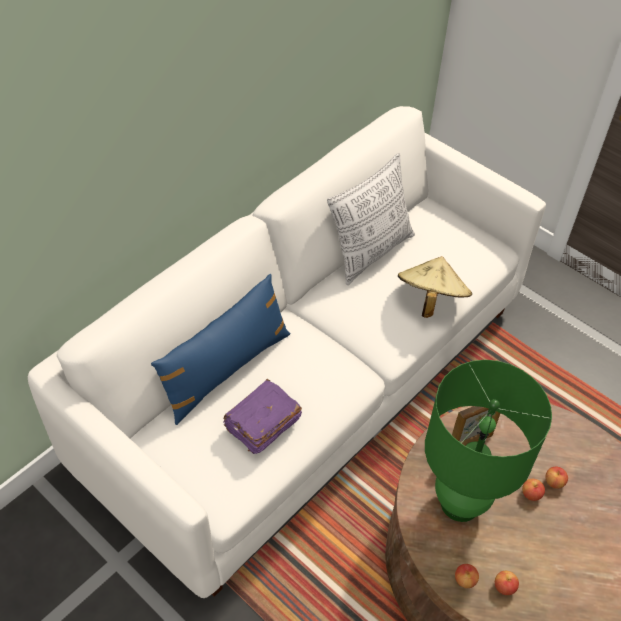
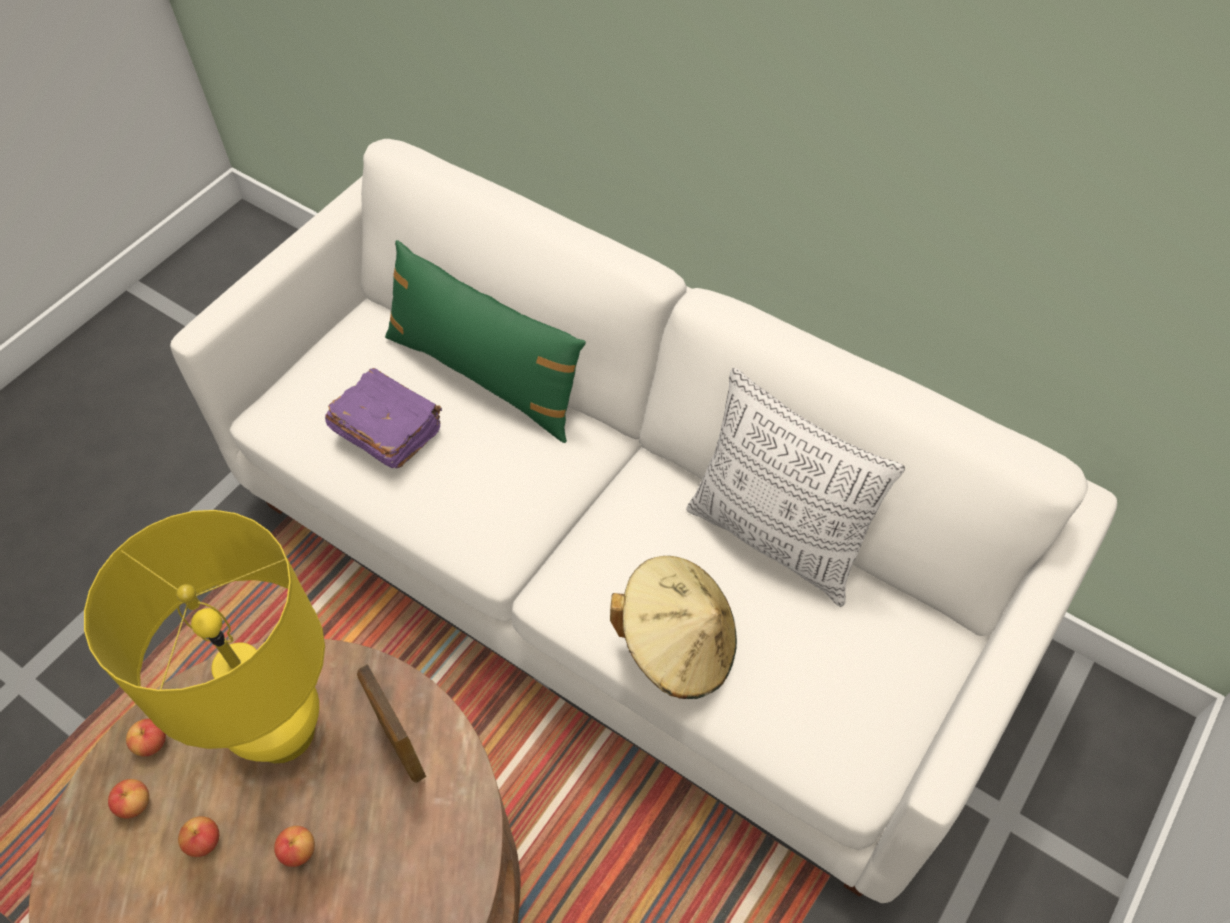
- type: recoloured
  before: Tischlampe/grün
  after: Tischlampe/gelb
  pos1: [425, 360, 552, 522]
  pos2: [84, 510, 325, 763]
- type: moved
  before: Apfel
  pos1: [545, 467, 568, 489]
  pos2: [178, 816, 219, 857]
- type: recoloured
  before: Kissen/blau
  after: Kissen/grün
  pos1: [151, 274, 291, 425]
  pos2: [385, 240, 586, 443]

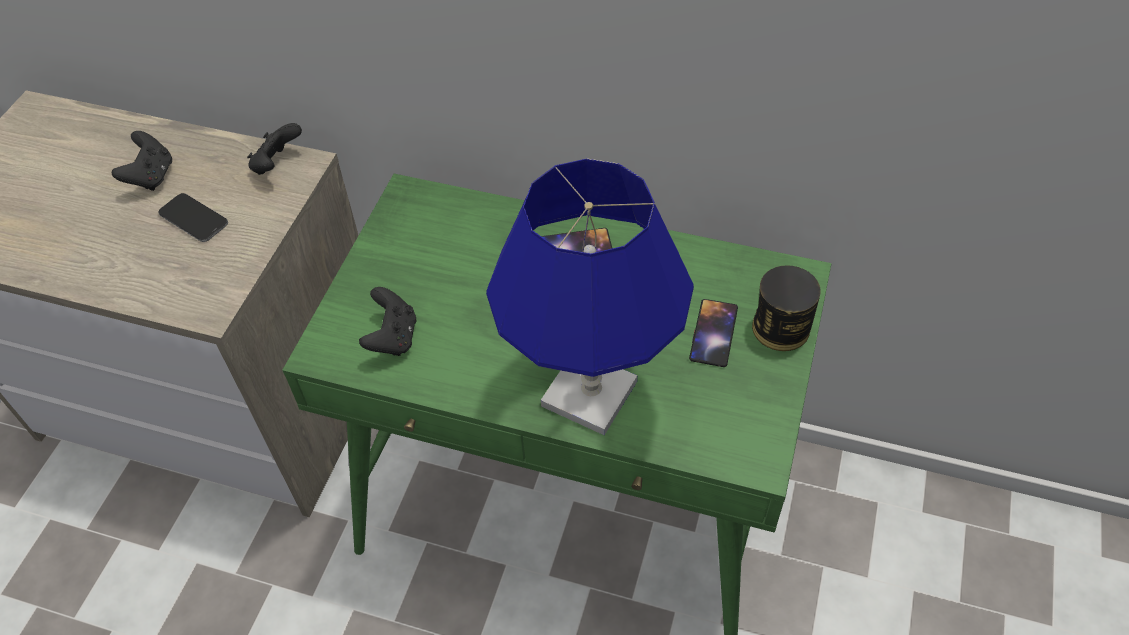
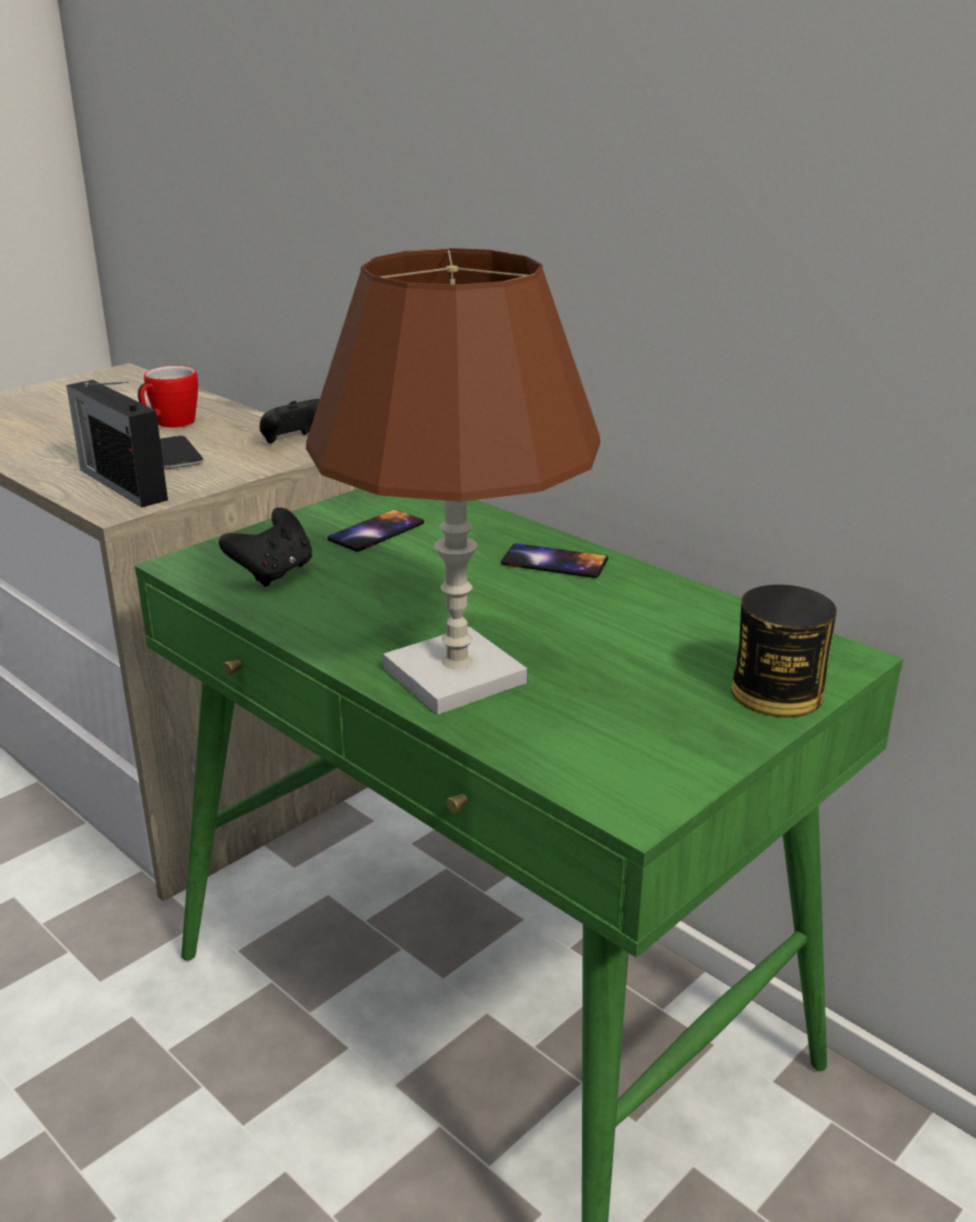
- type: added
  after: Radio
  pos2: [66, 380, 168, 508]
- type: replaced
  before: Gamepad/schwarz
  after: Henkelbecher
  pos1: [112, 131, 172, 191]
  pos2: [138, 366, 198, 428]
- type: recoloured
  before: Tischlampe/blau
  after: Tischlampe/braun
  pos1: [486, 158, 694, 435]
  pos2: [306, 248, 600, 715]
- type: moved
  before: Handy
  pos1: [689, 299, 738, 367]
  pos2: [327, 509, 424, 552]

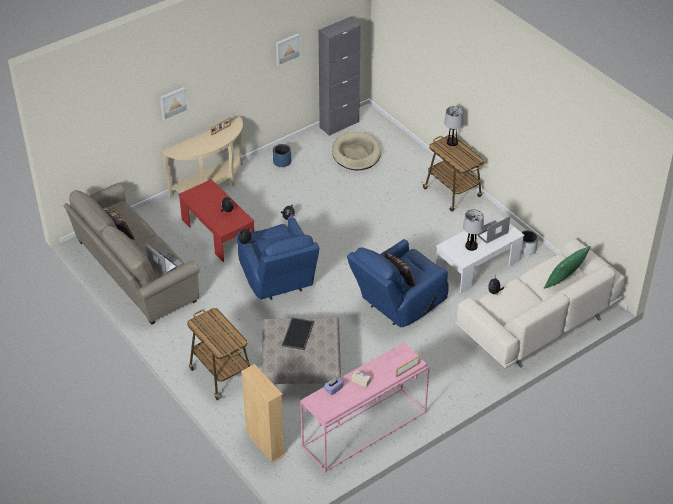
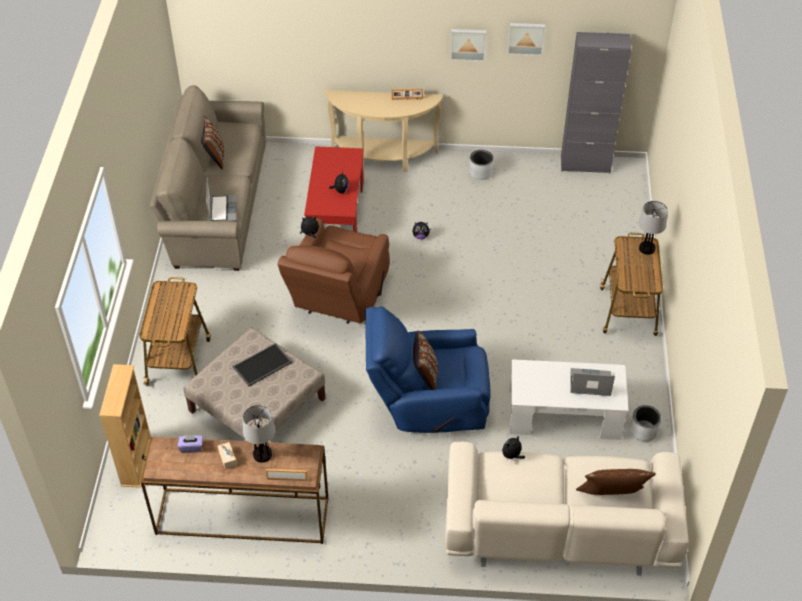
- type: recoloured
  before: Konsolentisch/rosa
  after: Konsolentisch/braun
  pos1: [300, 342, 430, 473]
  pos2: [141, 436, 328, 544]
- type: moved
  before: Tischlampe
  pos1: [463, 209, 484, 251]
  pos2: [243, 405, 275, 462]
- type: recoloured
  before: Sessel/blau
  after: Sessel/braun
  pos1: [237, 218, 319, 300]
  pos2: [277, 218, 390, 324]
- type: moved
  before: Bild
  pos1: [160, 87, 188, 121]
  pos2: [450, 29, 487, 62]
- type: recoloured
  before: Pflanzkübel/blau
  after: Pflanzkübel/grau
  pos1: [273, 144, 291, 167]
  pos2: [469, 150, 493, 180]
- type: recoloured
  before: Kissen/grün
  after: Kissen/braun
  pos1: [544, 246, 591, 289]
  pos2: [576, 469, 656, 495]
- type: removed
  before: Hundebett/beige
  pos1: [332, 132, 381, 171]

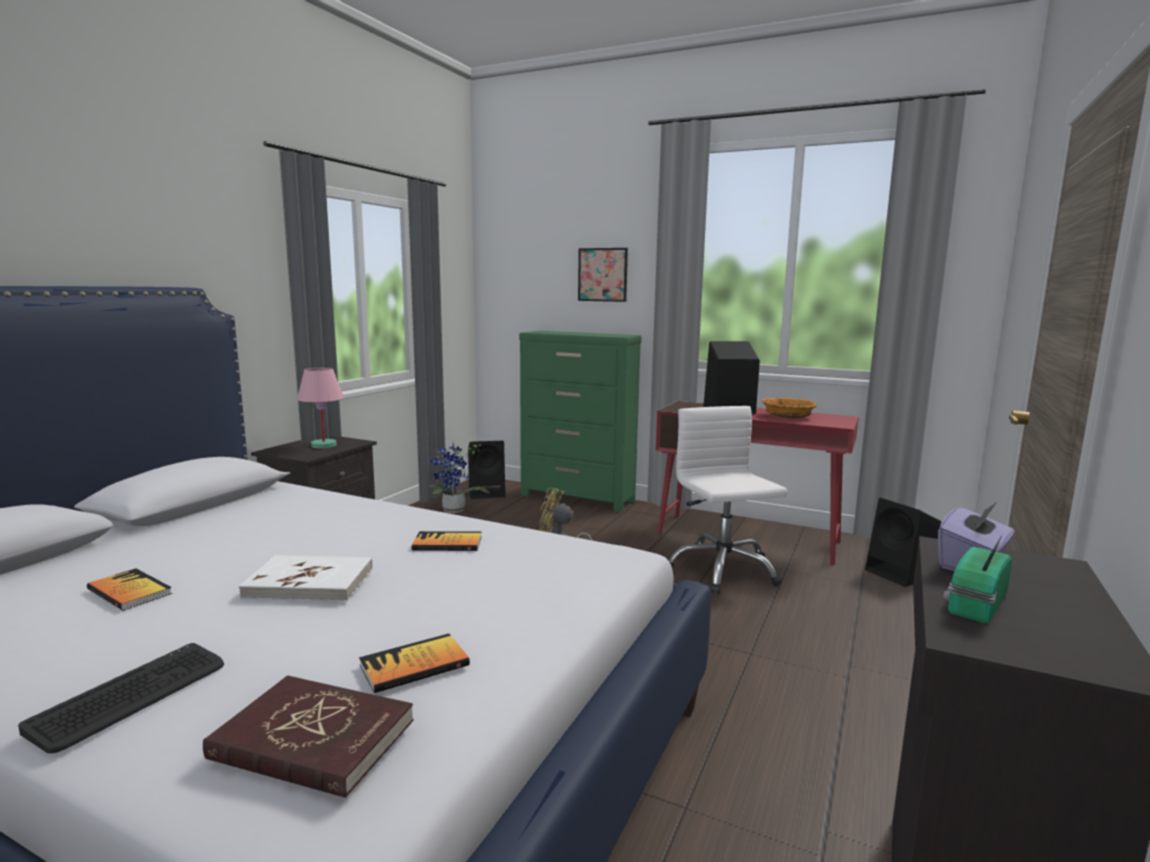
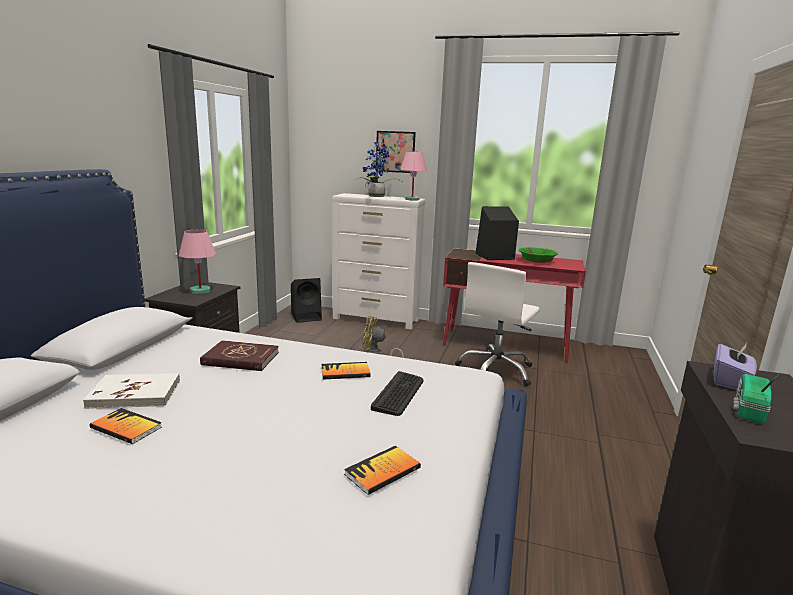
- type: moved
  before: Buch/weiß
  pos1: [239, 555, 373, 602]
  pos2: [83, 373, 180, 409]
- type: moved
  before: Buch/rot
  pos1: [203, 676, 413, 798]
  pos2: [200, 340, 279, 371]
- type: recoloured
  before: Kommode/grün
  after: Kommode/weiß
  pos1: [519, 331, 642, 512]
  pos2: [332, 193, 425, 329]
- type: moved
  before: Topfpflanze
  pos1: [428, 443, 490, 513]
  pos2: [357, 139, 404, 197]
- type: moved
  before: Tastatur
  pos1: [18, 643, 224, 754]
  pos2: [371, 371, 424, 416]
- type: added
  after: Tischlampe/rosa
  pos2: [400, 151, 427, 201]
- type: turned
  before: Bürostuhl/weiß
  pos1: [669, 406, 788, 594]
  pos2: [455, 262, 540, 386]
  turn: -120
- type: recoloured
  before: Schüssel/orange
  after: Schüssel/grün
  pos1: [762, 398, 817, 418]
  pos2: [519, 247, 557, 263]
- type: removed
  before: Lautsprecher/schwarz
  pos1: [865, 498, 942, 587]

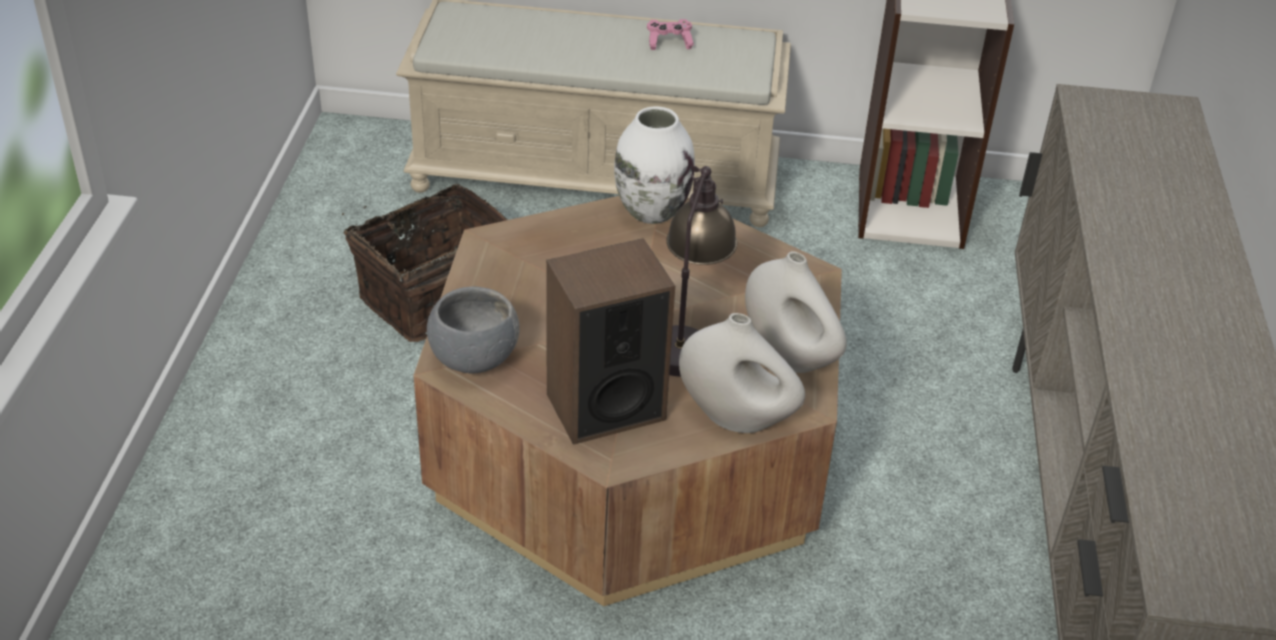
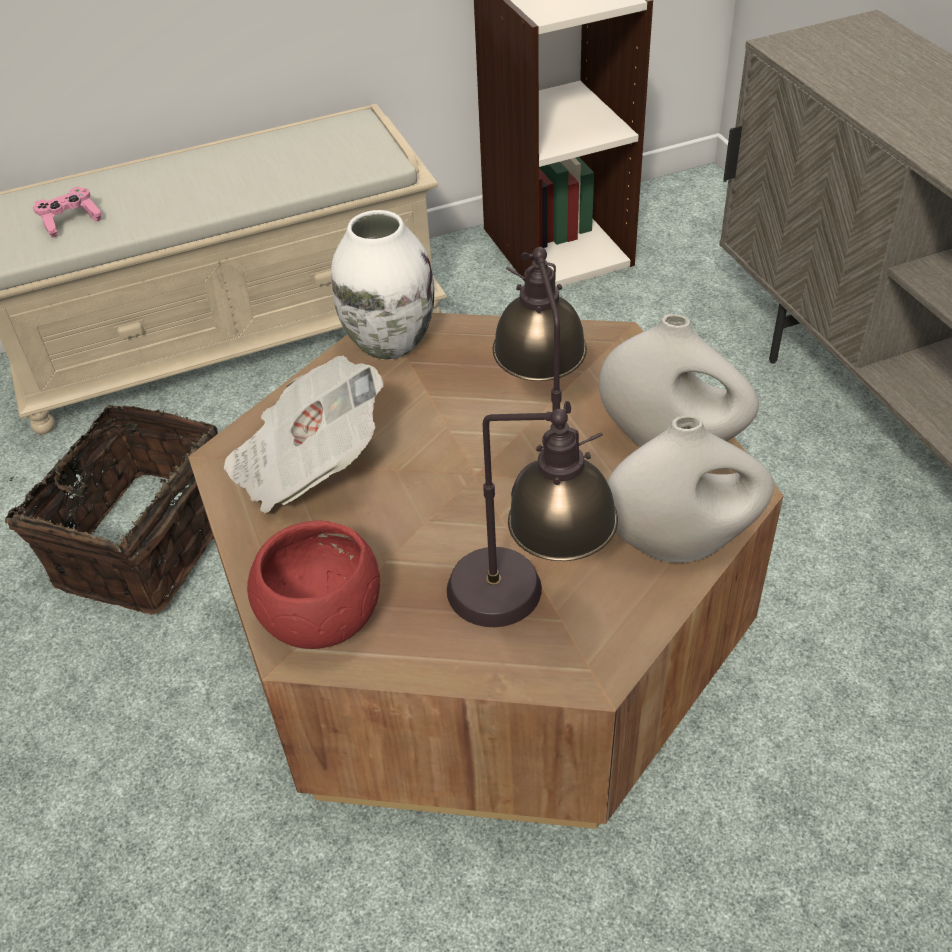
- type: moved
  before: Gamepad/rosa
  pos1: [647, 19, 694, 50]
  pos2: [33, 187, 102, 238]
- type: added
  after: Zeitung
  pos2: [224, 356, 384, 513]
- type: recoloured
  before: Schüssel/grau
  after: Schüssel/rot
  pos1: [427, 286, 520, 373]
  pos2: [247, 521, 380, 649]
- type: replaced
  before: Lautsprecher
  after: Tischlampe
  pos1: [546, 238, 675, 445]
  pos2: [447, 401, 618, 627]

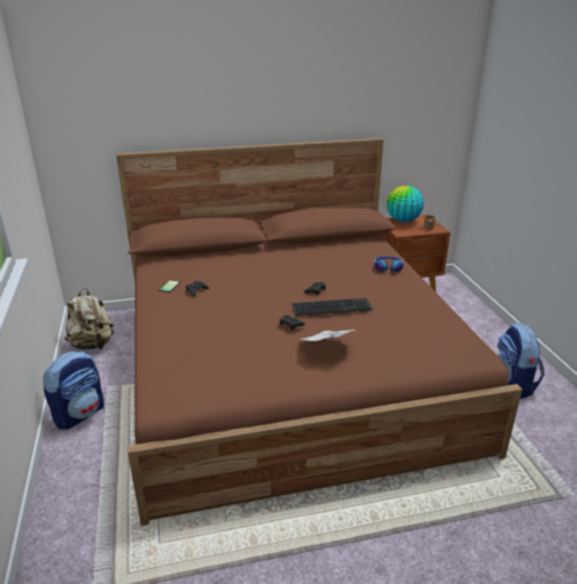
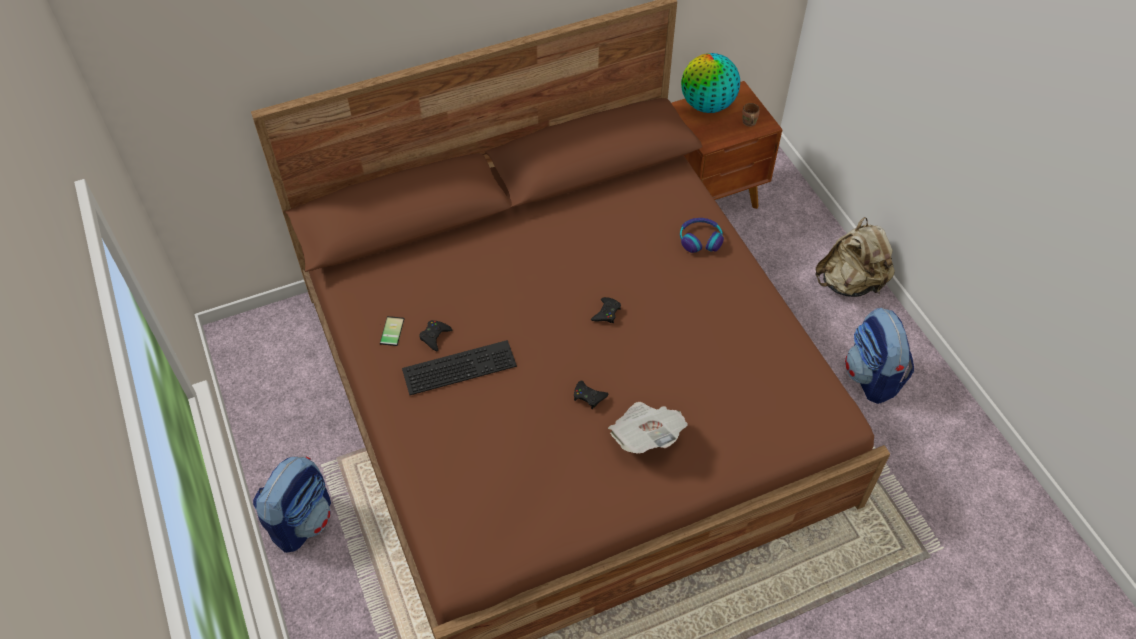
- type: moved
  before: Tastatur
  pos1: [292, 298, 373, 316]
  pos2: [402, 340, 517, 395]
- type: moved
  before: Rucksack/beige
  pos1: [64, 288, 114, 350]
  pos2: [815, 217, 895, 297]

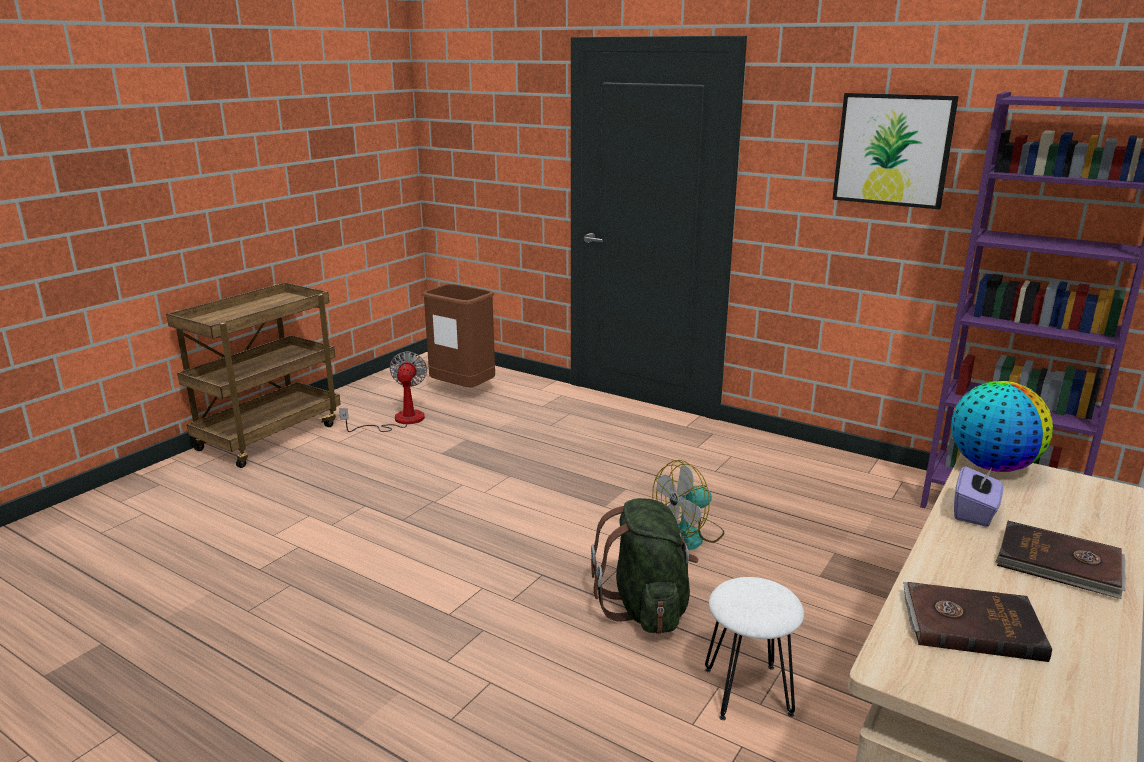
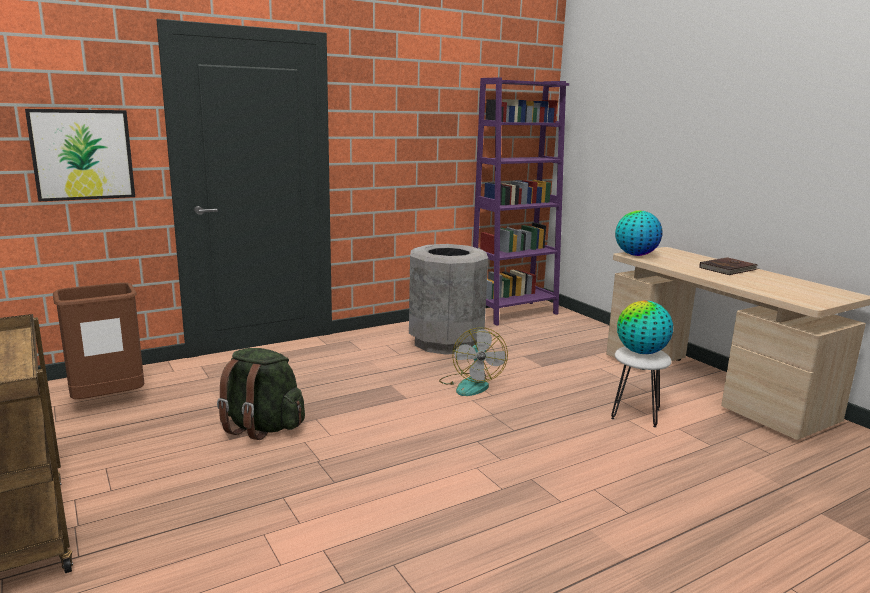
- type: moved
  before: Bild
  pos1: [832, 93, 959, 209]
  pos2: [25, 109, 135, 201]
- type: moved
  before: Rucksack/grün
  pos1: [591, 498, 698, 634]
  pos2: [217, 348, 305, 440]
- type: added
  after: Mülleimer/grau
  pos2: [409, 244, 488, 355]
- type: added
  after: Globus
  pos2: [617, 300, 673, 354]
- type: removed
  before: Ventilator
  pos1: [339, 351, 427, 432]
- type: removed
  before: Buch/braun
  pos1: [903, 582, 1052, 662]
- type: removed
  before: Taschentuchbox/lila
  pos1: [954, 466, 1003, 527]

